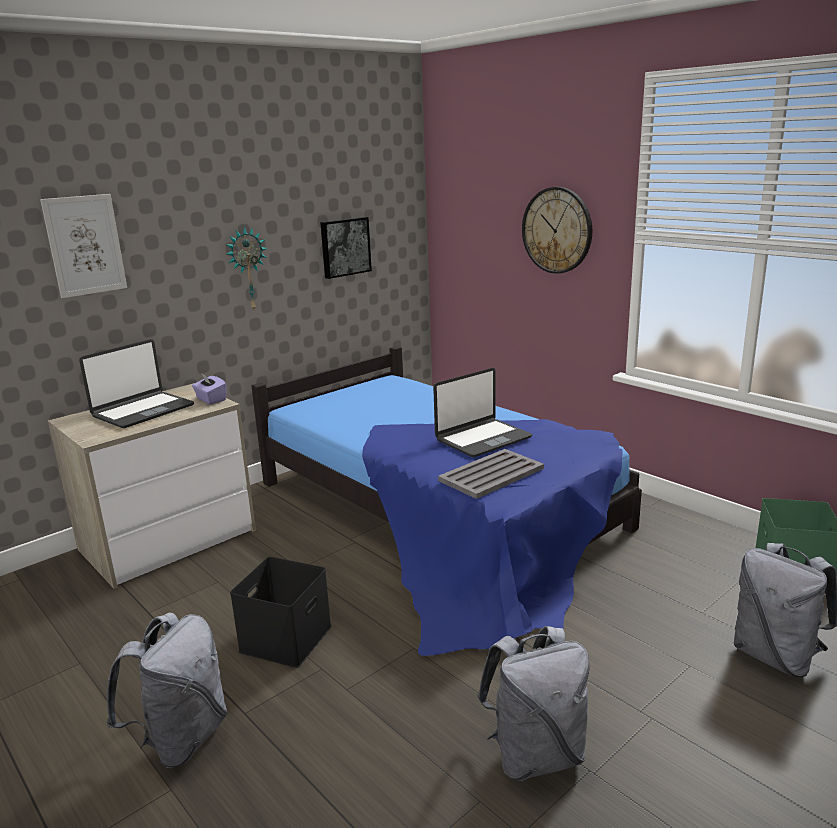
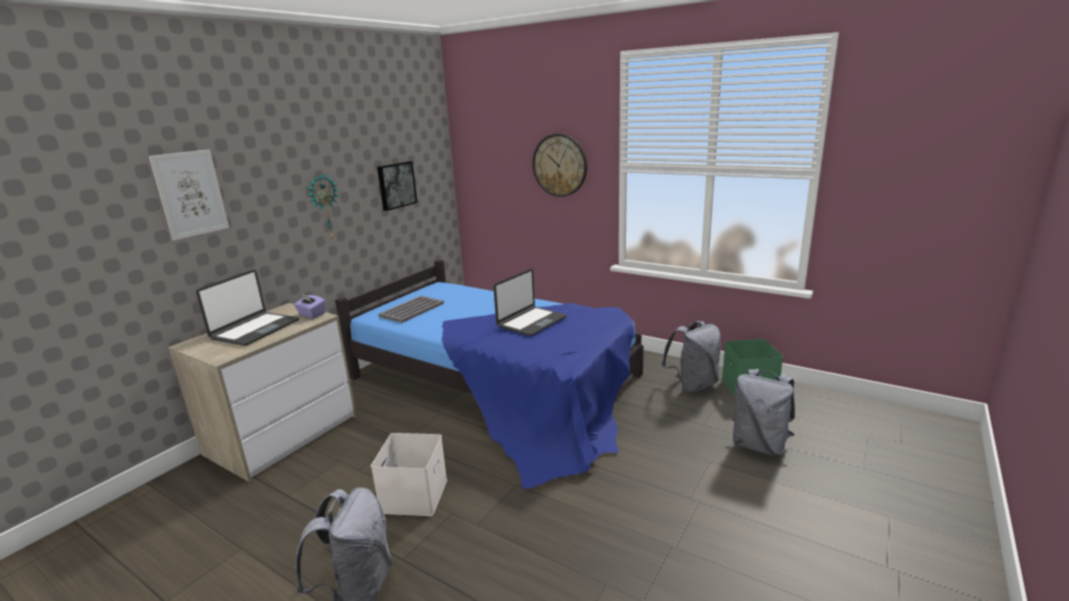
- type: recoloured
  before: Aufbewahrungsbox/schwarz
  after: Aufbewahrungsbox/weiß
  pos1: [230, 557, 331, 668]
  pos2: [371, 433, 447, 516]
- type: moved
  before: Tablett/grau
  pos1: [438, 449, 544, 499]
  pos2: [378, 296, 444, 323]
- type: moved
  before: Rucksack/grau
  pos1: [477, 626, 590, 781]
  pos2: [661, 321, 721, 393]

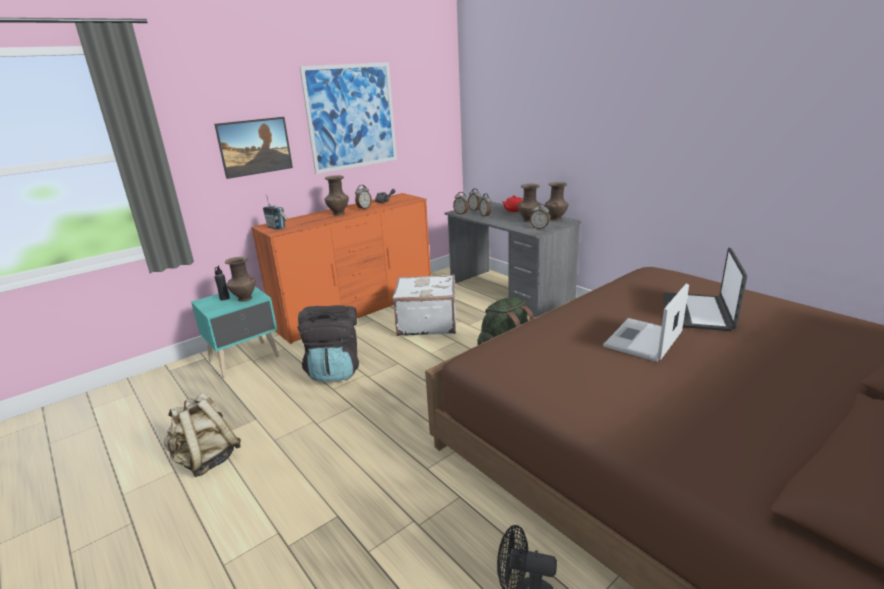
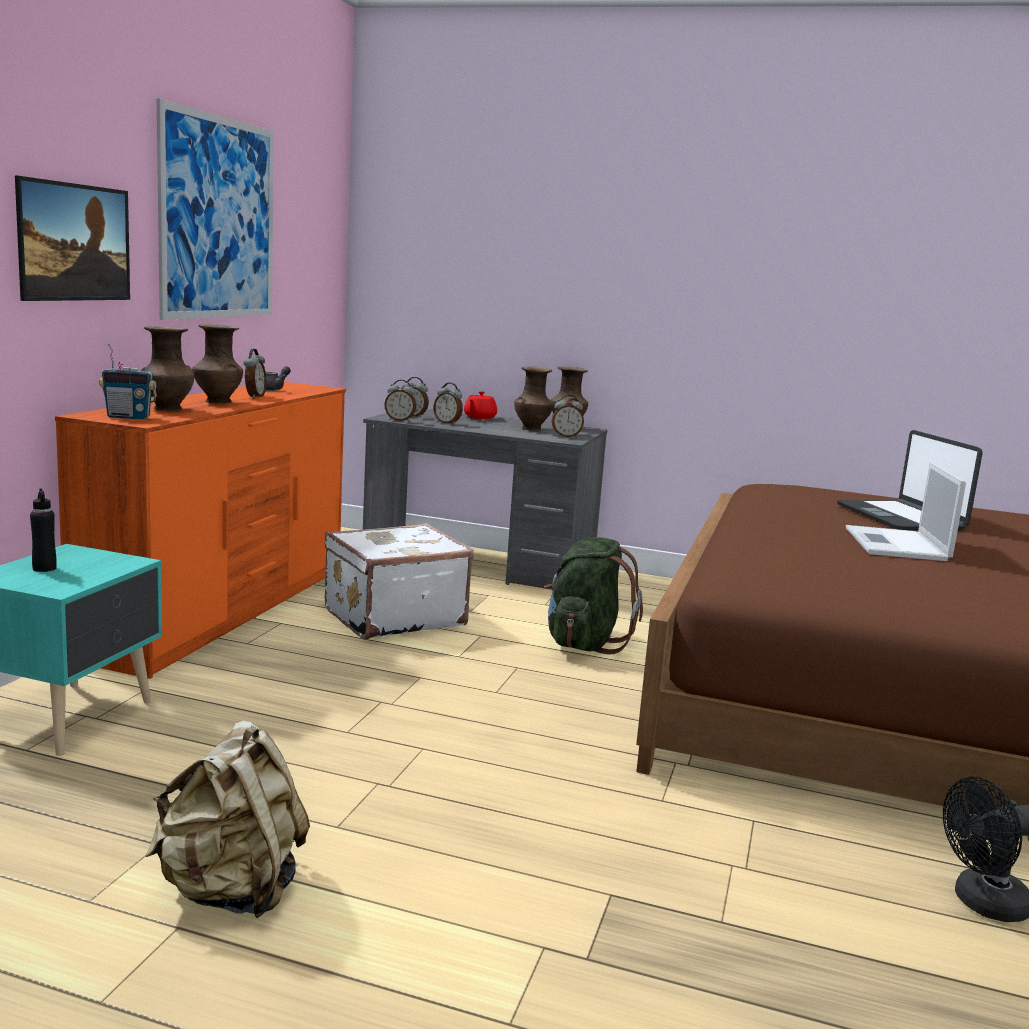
- type: moved
  before: Vase/braun
  pos1: [225, 257, 256, 302]
  pos2: [140, 326, 194, 411]
- type: removed
  before: Rucksack/schwarz
  pos1: [297, 305, 359, 382]

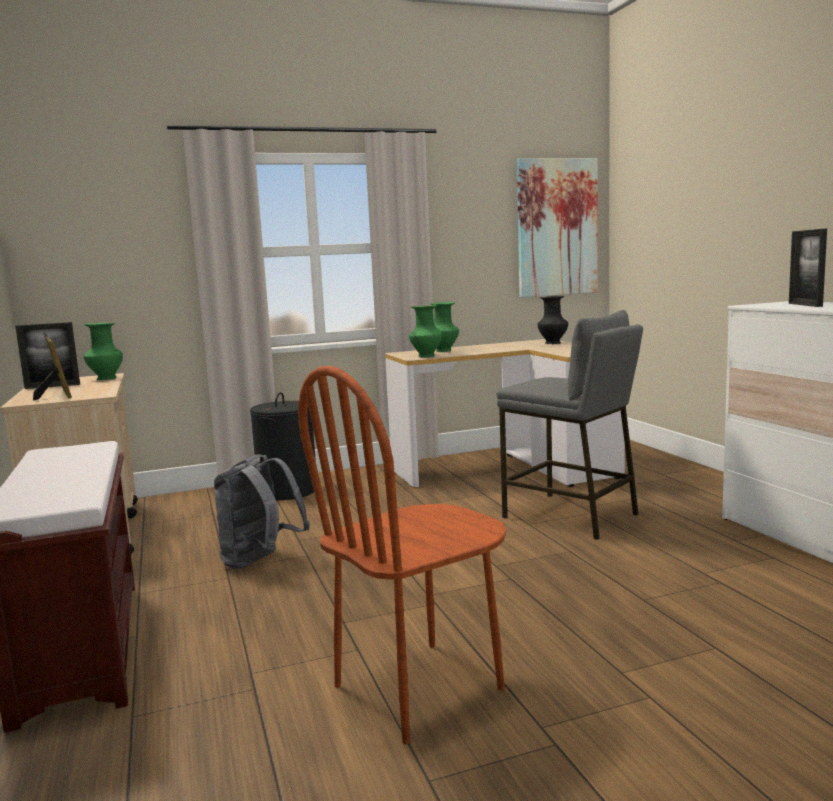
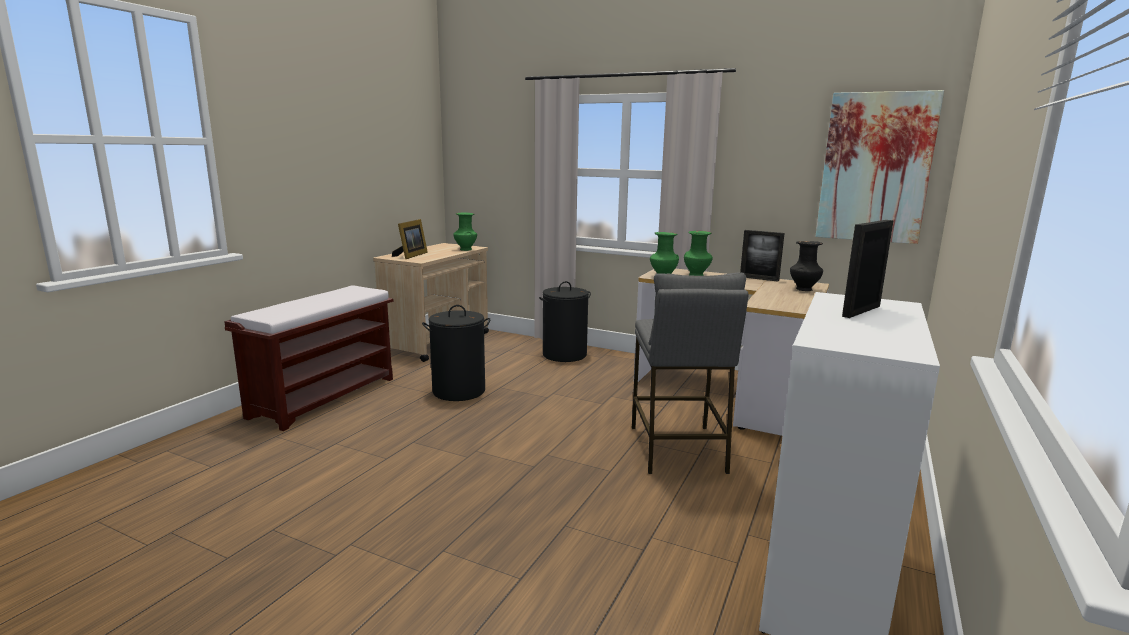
- type: replaced
  before: Rucksack/grau
  after: Wäschekorb/schwarz
  pos1: [214, 454, 310, 569]
  pos2: [422, 305, 490, 401]
- type: moved
  before: Bilderrahmen
  pos1: [15, 322, 80, 389]
  pos2: [740, 230, 785, 282]
- type: removed
  before: Stuhl/braun
  pos1: [298, 366, 507, 744]

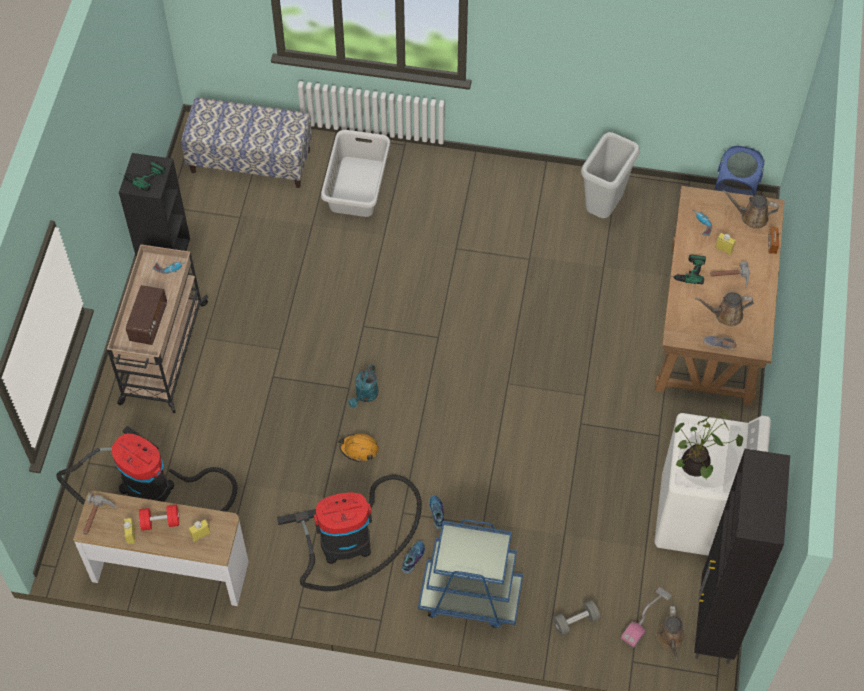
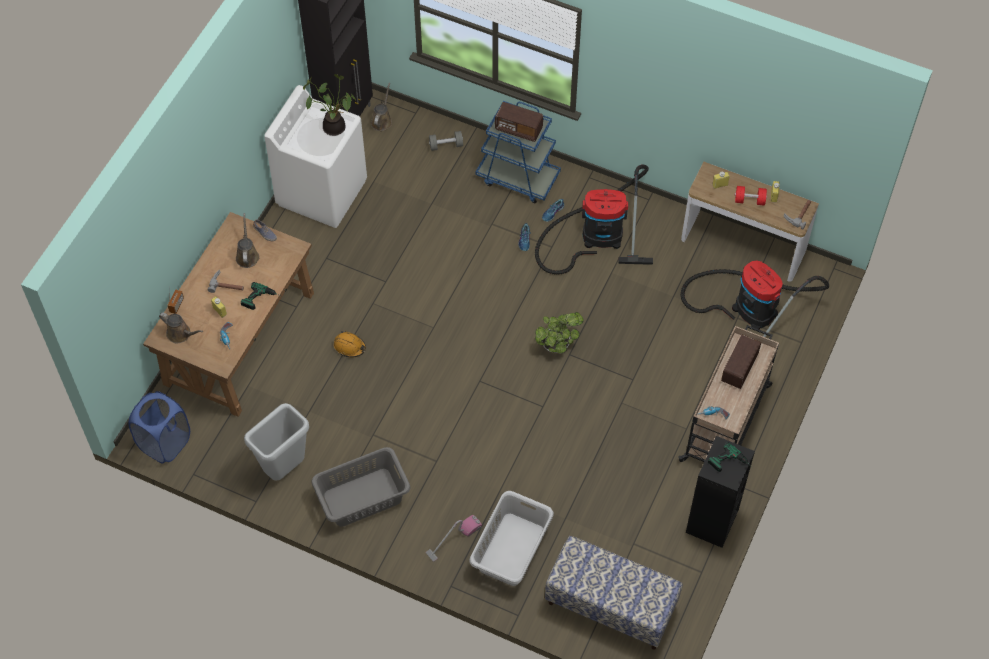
- type: turned
  before: Gießkanne/braun
  pos1: [695, 292, 754, 326]
  pos2: [236, 213, 259, 268]
  turn: -105
- type: added
  after: Wäschekorb/grau
  pos2: [311, 447, 411, 527]
- type: moved
  before: Schutzhelm/orange
  pos1: [338, 434, 379, 462]
  pos2: [334, 331, 366, 357]
- type: moved
  before: Staubsauger
  pos1: [621, 587, 671, 648]
  pos2: [426, 515, 482, 562]
- type: added
  after: Radio
  pos2: [495, 102, 543, 142]
- type: replaced
  before: Gießkanne/türkis
  after: Topfpflanze
  pos1: [348, 365, 378, 408]
  pos2: [535, 312, 584, 353]

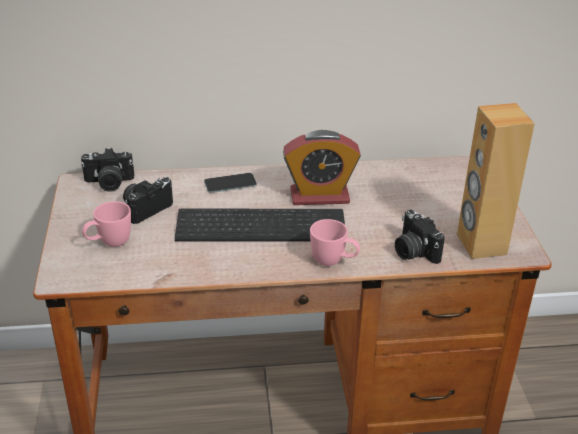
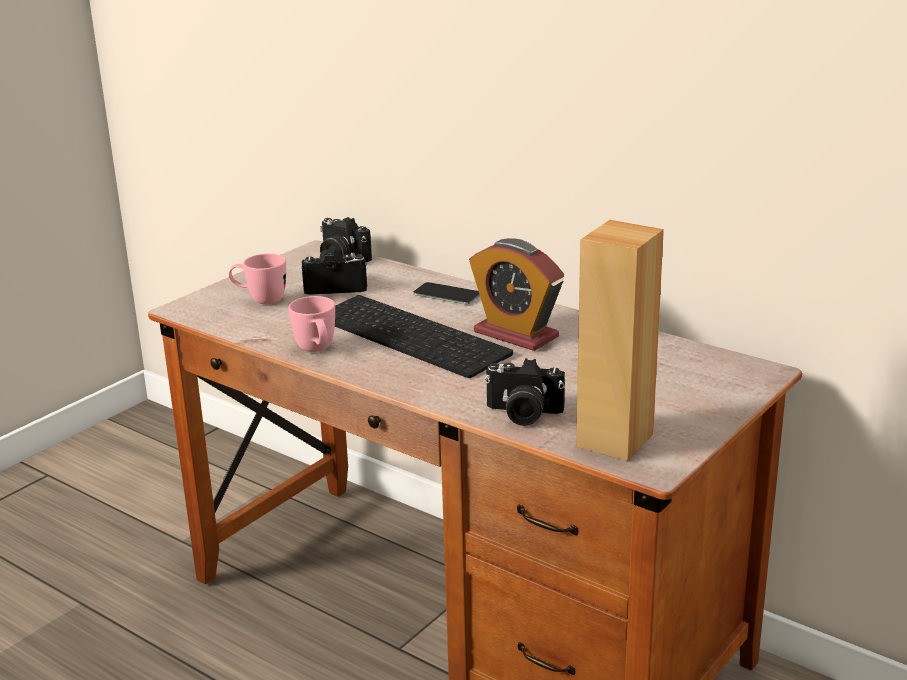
- type: moved
  before: Henkelbecher/rosa
  pos1: [310, 219, 360, 266]
  pos2: [289, 296, 335, 352]
- type: turned
  before: Kamera
  pos1: [395, 210, 445, 264]
  pos2: [485, 358, 565, 426]
  turn: -90

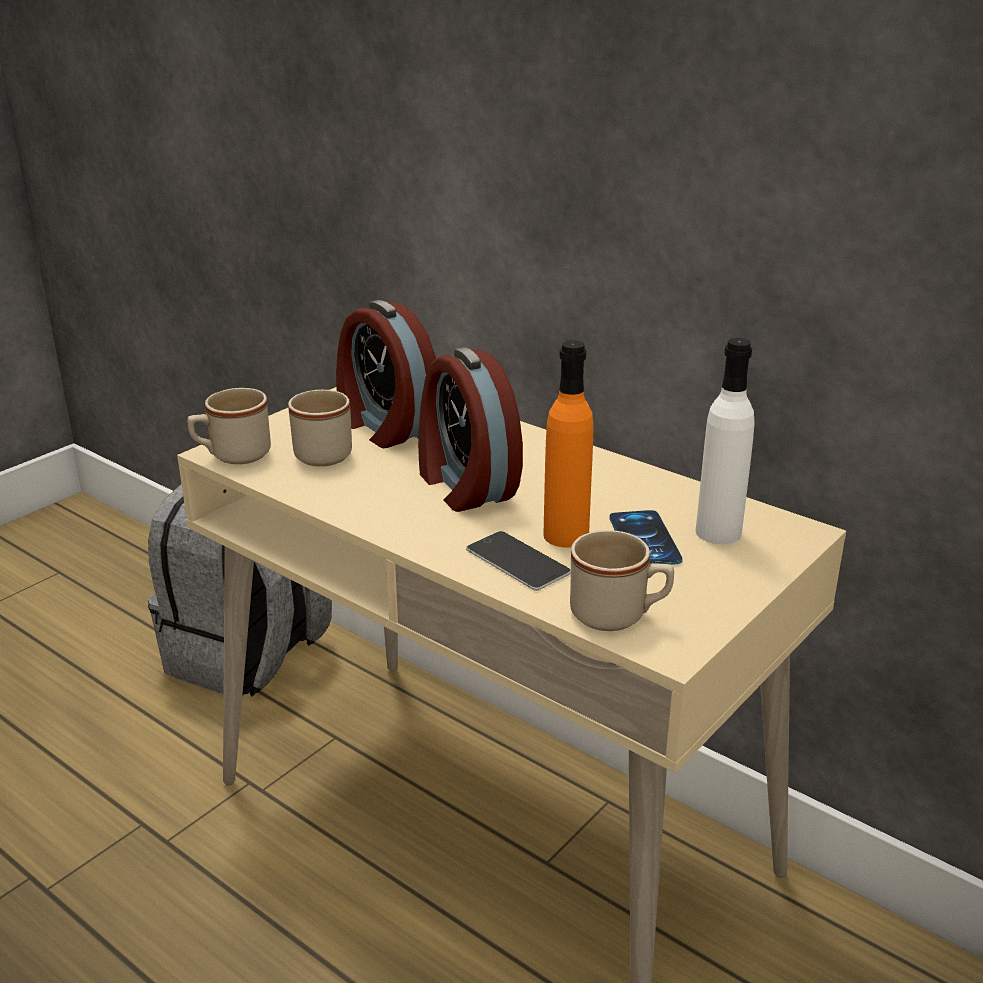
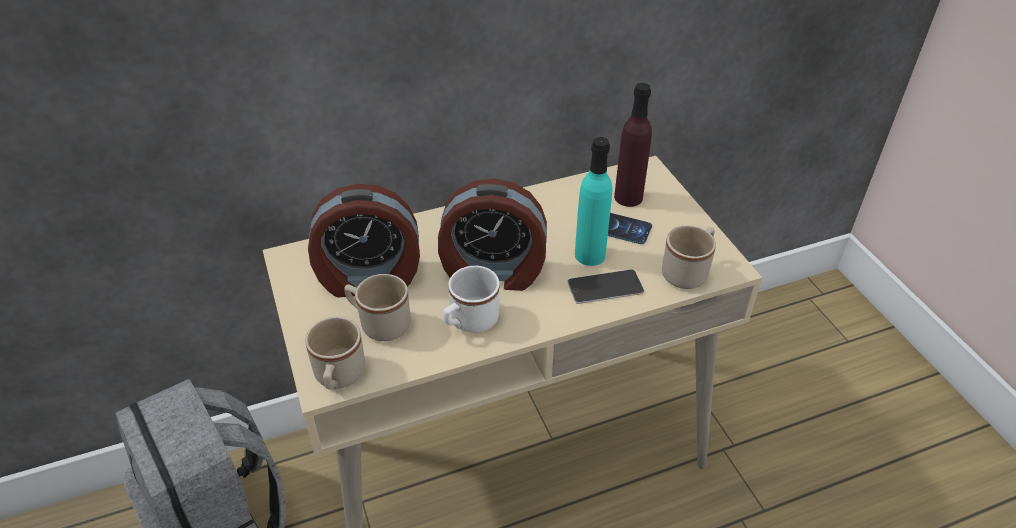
- type: added
  after: Henkelbecher/weiß
  pos2: [443, 266, 500, 333]
- type: recoloured
  before: Flasche/orange
  after: Flasche/türkis
  pos1: [544, 340, 594, 548]
  pos2: [575, 137, 612, 266]
- type: recoloured
  before: Flasche/weiß
  after: Flasche/lila
  pos1: [696, 338, 755, 544]
  pos2: [614, 83, 652, 207]

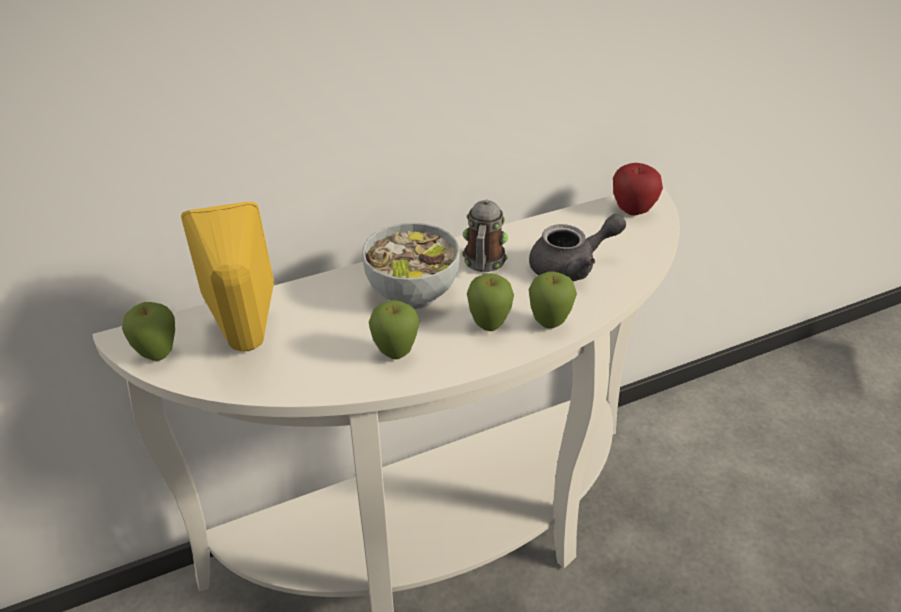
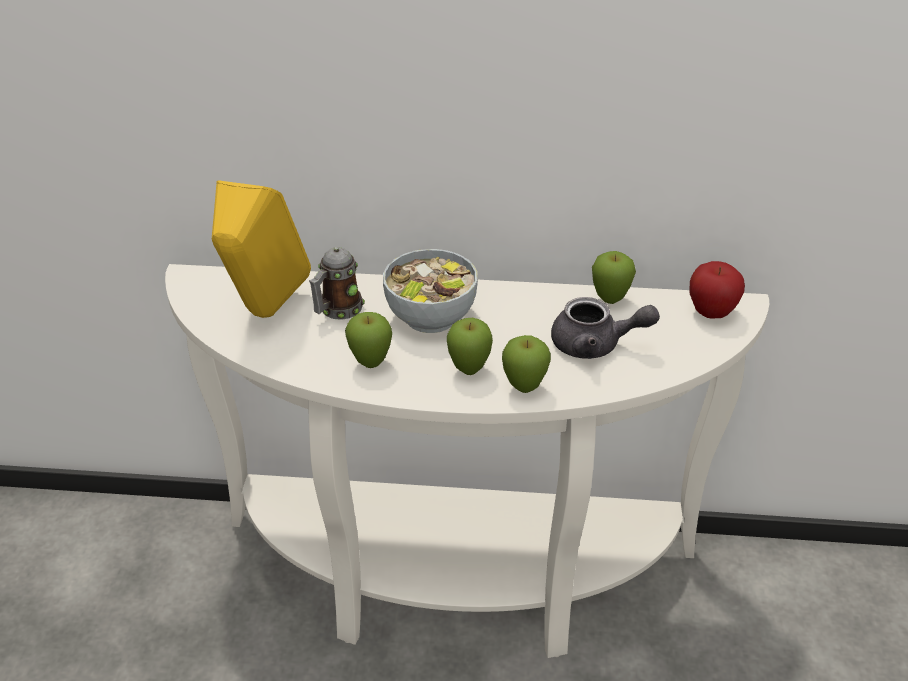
- type: moved
  before: Henkelbecher
  pos1: [462, 199, 508, 272]
  pos2: [309, 247, 365, 320]
- type: moved
  before: Apfel
  pos1: [122, 302, 175, 361]
  pos2: [592, 251, 636, 304]

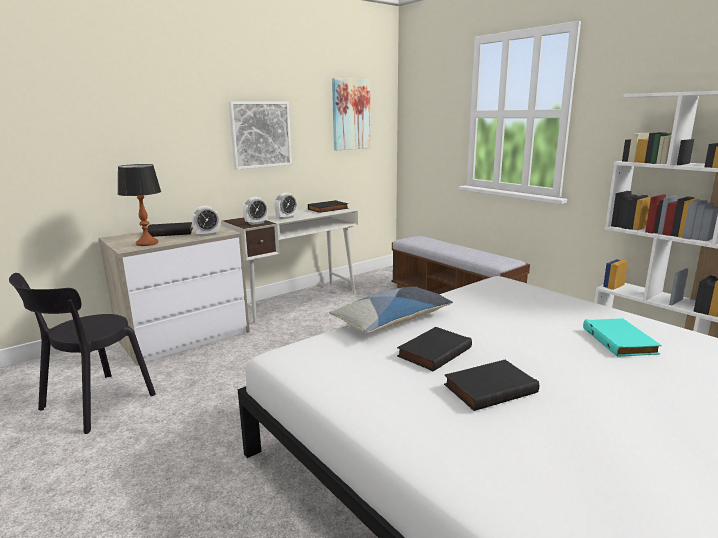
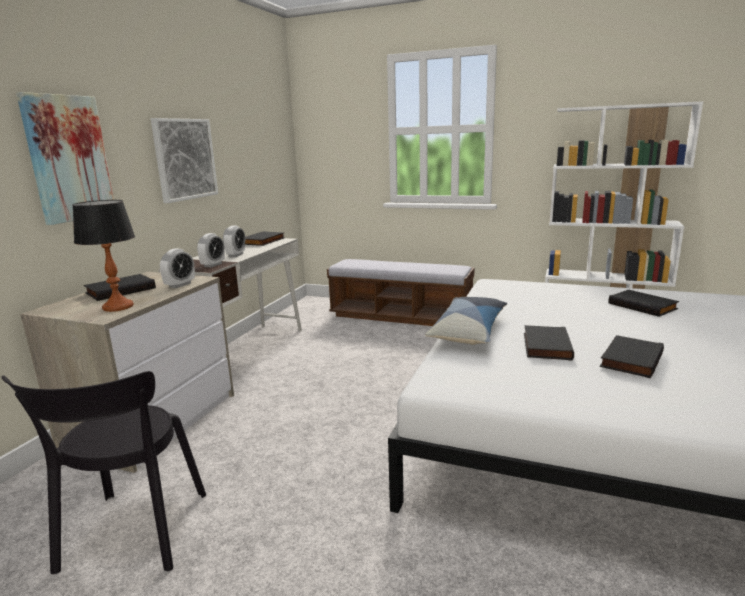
- type: moved
  before: Bild
  pos1: [332, 78, 370, 151]
  pos2: [16, 92, 114, 225]
- type: recoloured
  before: Buch/türkis
  after: Buch/schwarz
  pos1: [583, 318, 662, 357]
  pos2: [608, 290, 679, 317]

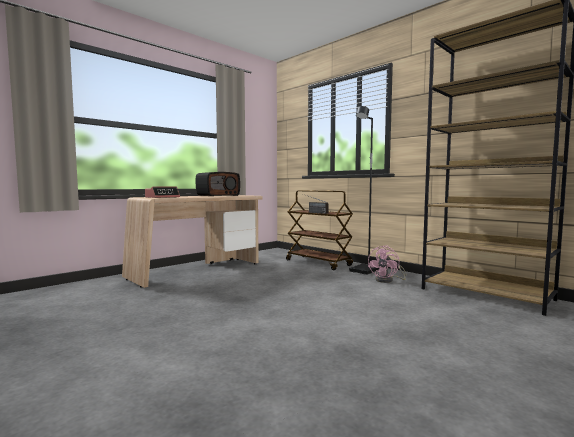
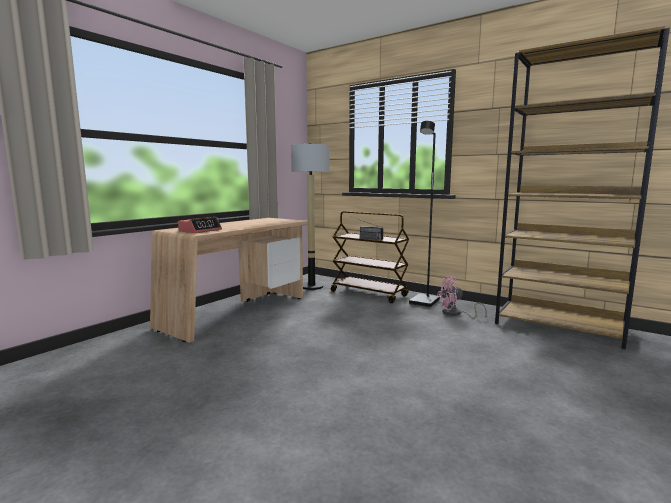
- type: added
  after: Stehlampe
  pos2: [291, 143, 330, 290]
- type: turned
  before: Ventilator/rosa
  pos1: [368, 245, 407, 283]
  pos2: [437, 276, 487, 319]
  turn: 60
- type: removed
  before: Radio
  pos1: [196, 172, 240, 196]

